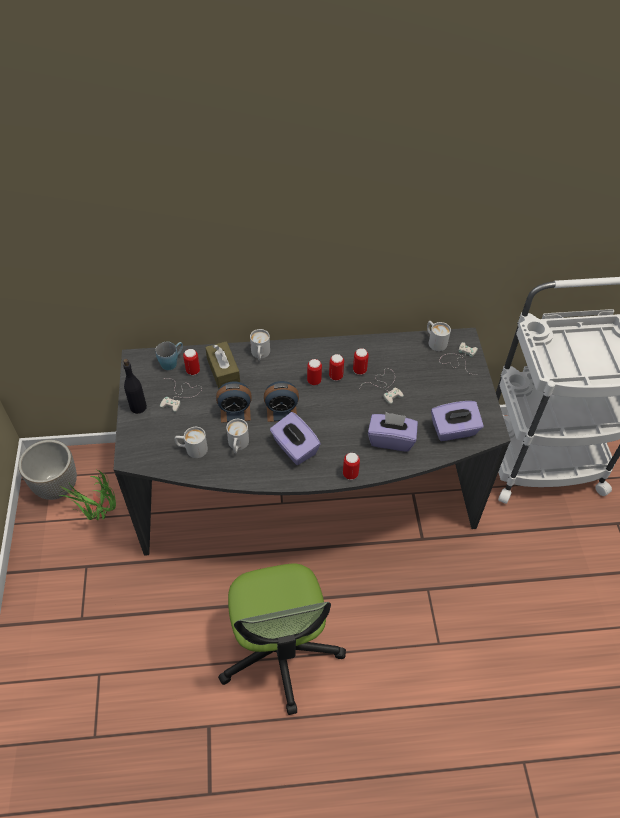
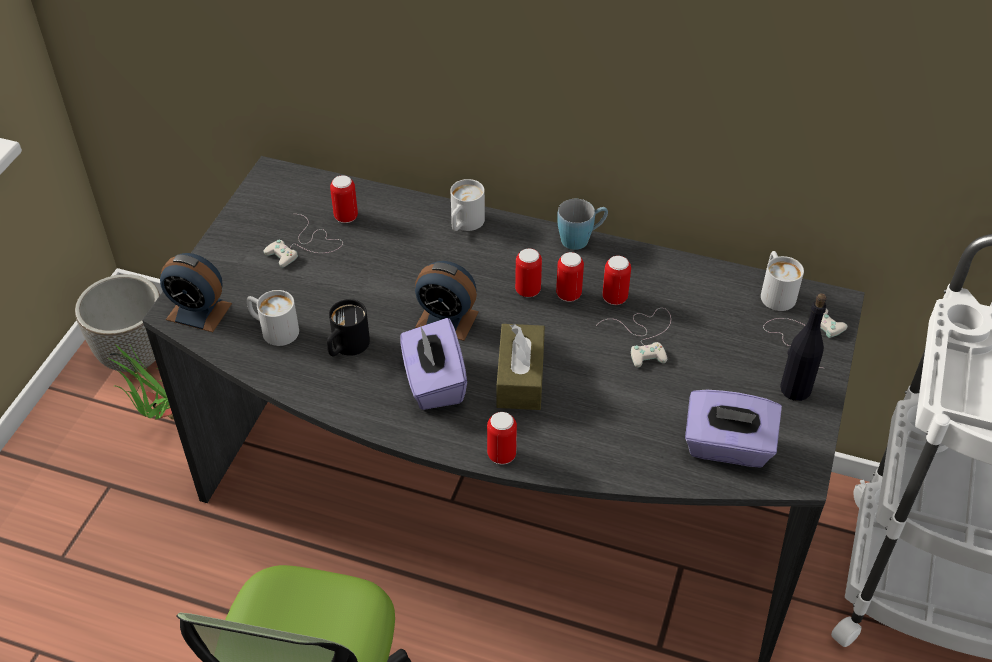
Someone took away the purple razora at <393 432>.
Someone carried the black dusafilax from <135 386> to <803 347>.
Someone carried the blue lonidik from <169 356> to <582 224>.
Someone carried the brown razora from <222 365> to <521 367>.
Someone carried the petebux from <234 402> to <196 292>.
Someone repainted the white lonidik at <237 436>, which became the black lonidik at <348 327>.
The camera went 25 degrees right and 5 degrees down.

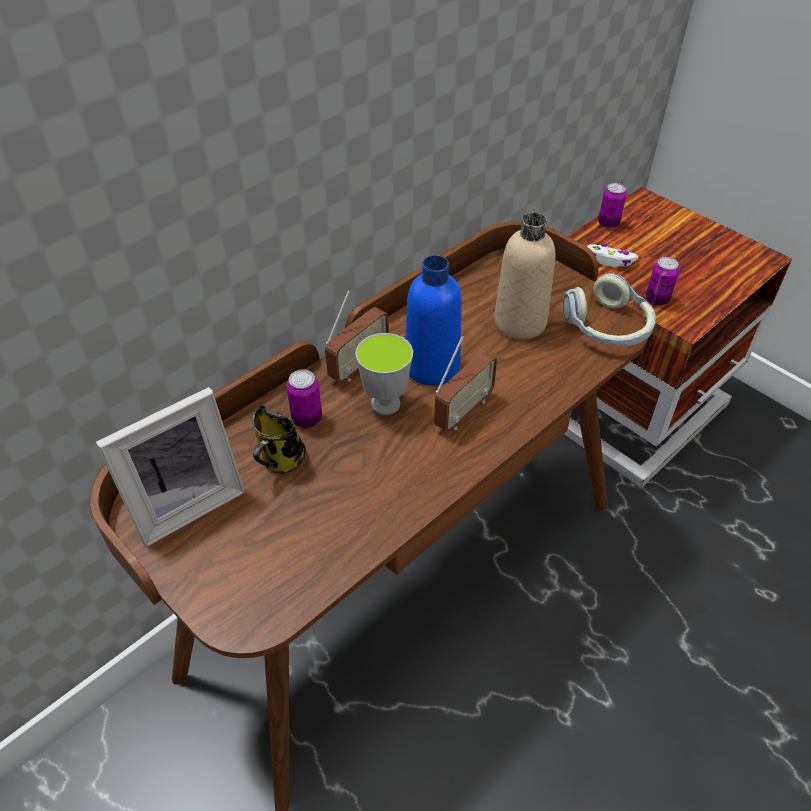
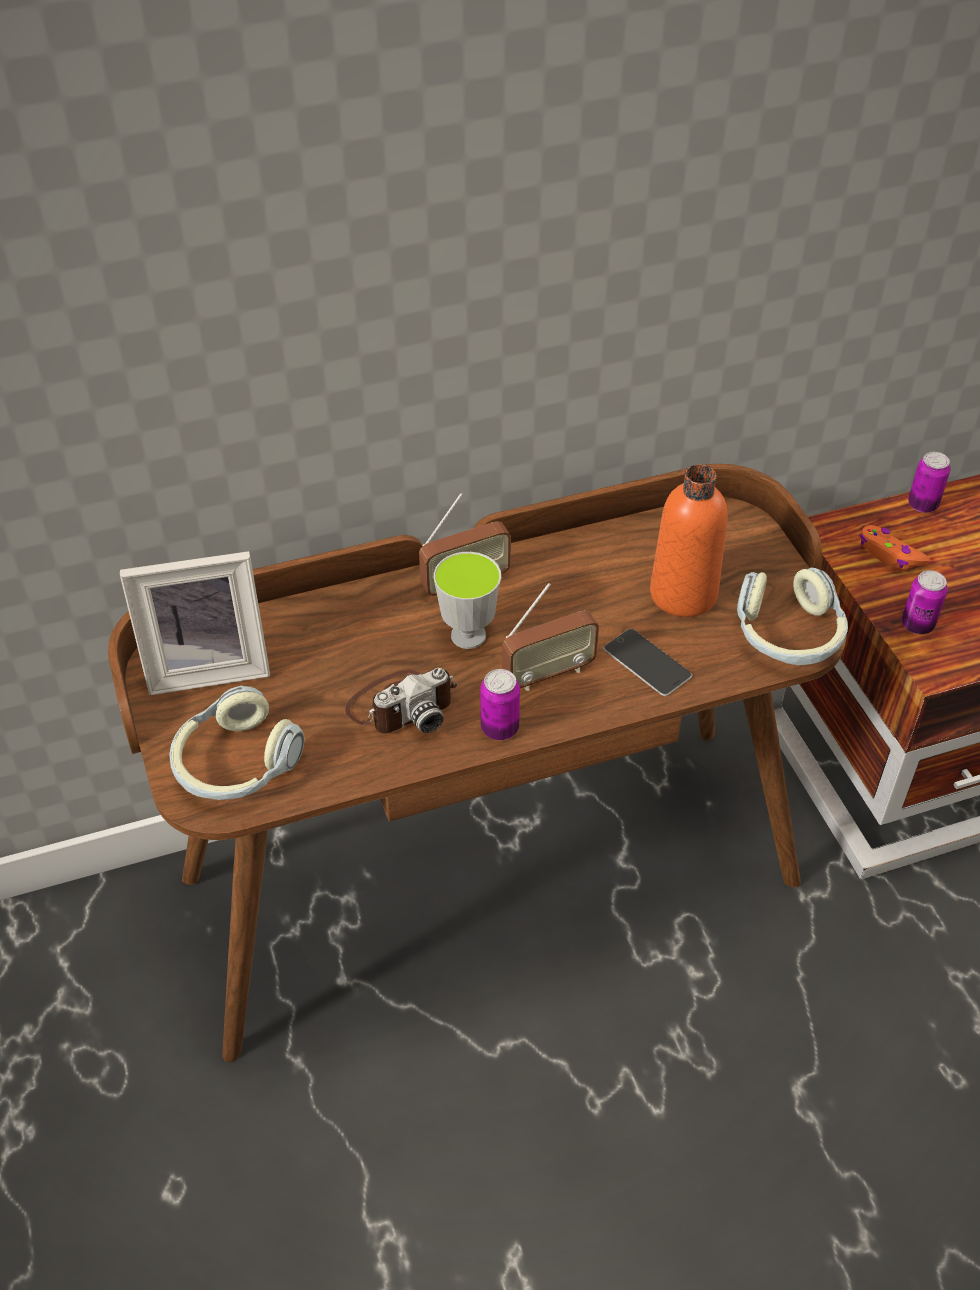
Someone took away the lonidik at <279 440>.
Someone took away the blue dusafilax at <433 320>.
Someone put down the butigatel at <237 743>.
Someone put down the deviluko at <401 701>.
Someone put down the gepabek at <647 662>.
Someone carried the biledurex from <304 399> to <500 704>.
Someone repainted the beige dusafilax at <524 275>, which became the orange dusafilax at <689 540>.
Someone repainted the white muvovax at <612 255>, which became the orange muvovax at <895 547>.
The camera went 25 degrees right and 0 degrees up.

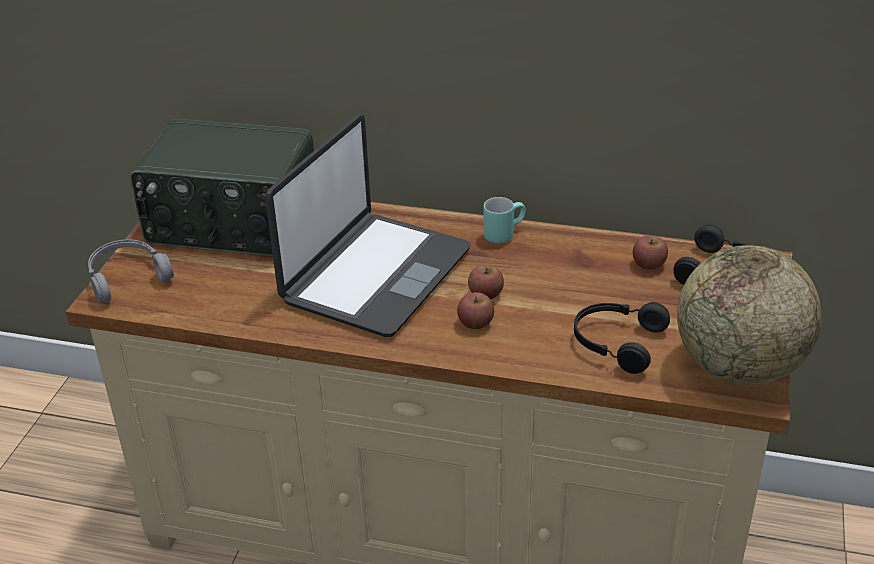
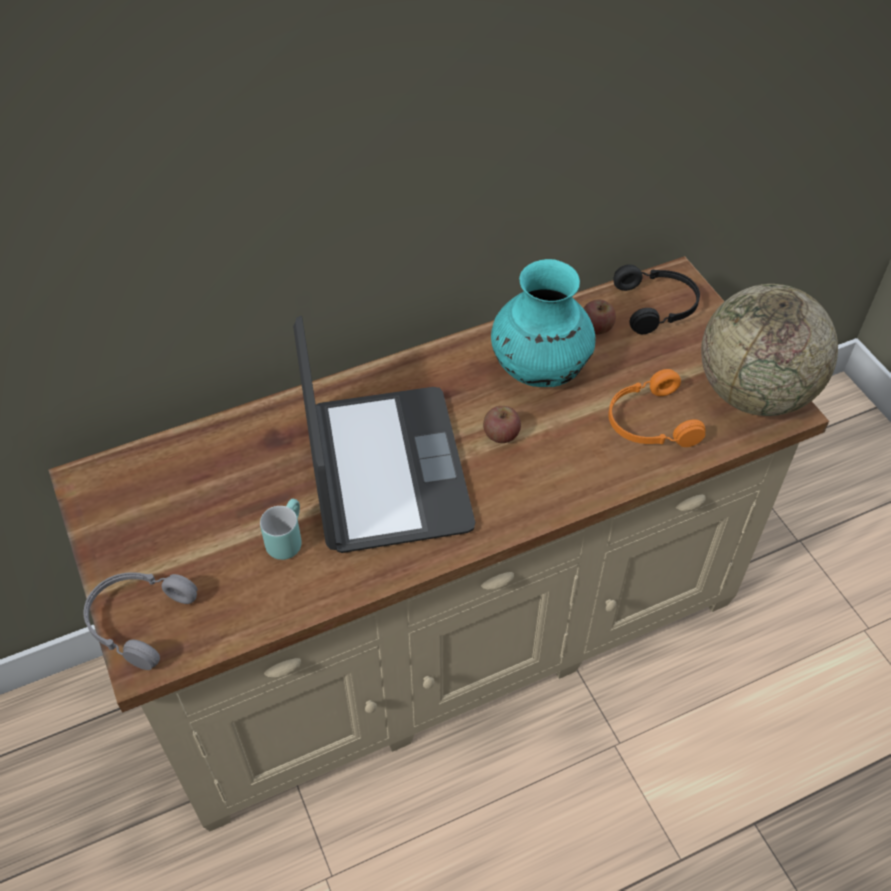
Someone took away the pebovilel at <222 187>.
Someone took away the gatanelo at <475 310>.
Someone put down the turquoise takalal at <543 323>.
Someone carried the turquoise lonidik from <504 220> to <281 529>.
Someone repainted the black butigatel at <622 338>, which became the orange butigatel at <657 408>.
The camera went 40 degrees left and 15 degrees up.

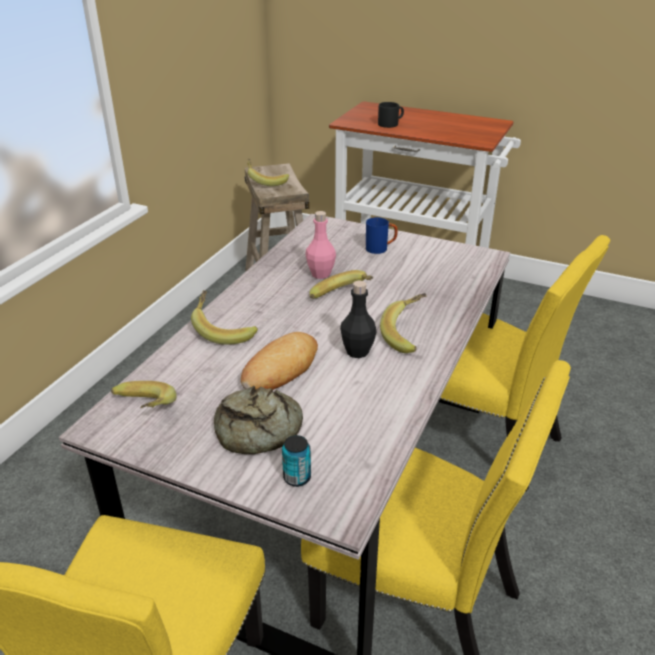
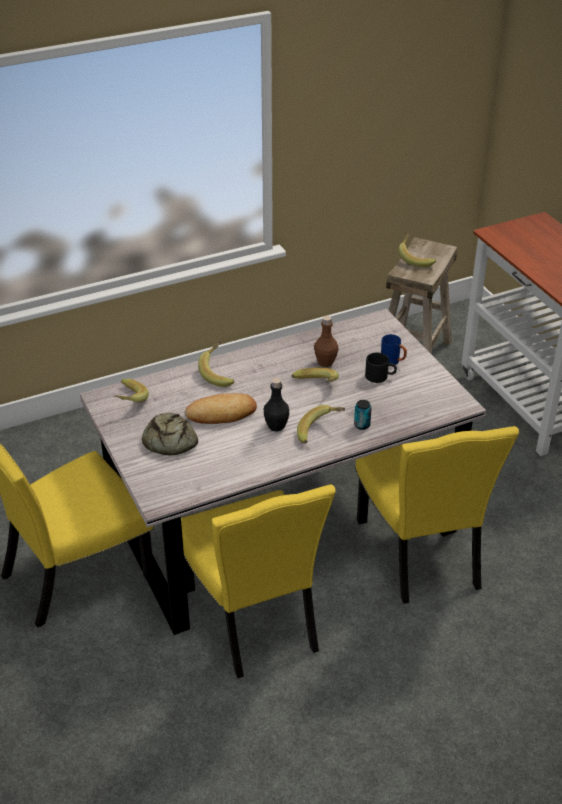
Someone carried the biledurex from <296 461> to <363 415>.
Someone carried the black lonidik from <391 115> to <381 367>.
Someone repainted the pink dusafilax at <320 245>, which became the brown dusafilax at <326 341>.
The camera went 40 degrees right and 5 degrees up.

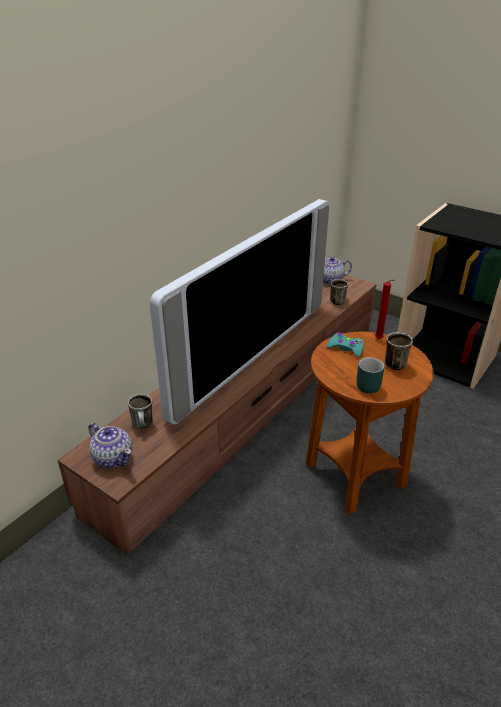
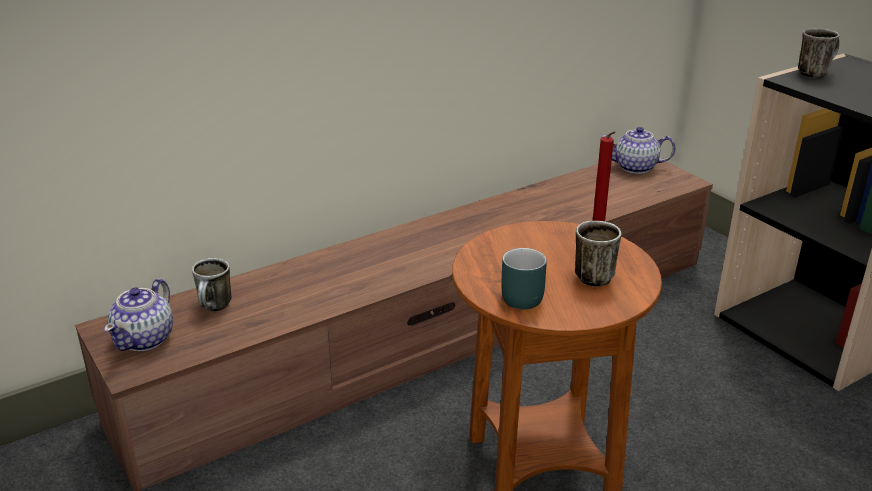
Someone took away the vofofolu at <239 312>.
Someone took away the turquoise muvovax at <345 344>.
Someone carried the lonidik from <339 292> to <819 53>.
Someone rotated the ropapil at <110 445> by 45 degrees clockwise.
The camera went 20 degrees right and 5 degrees down.

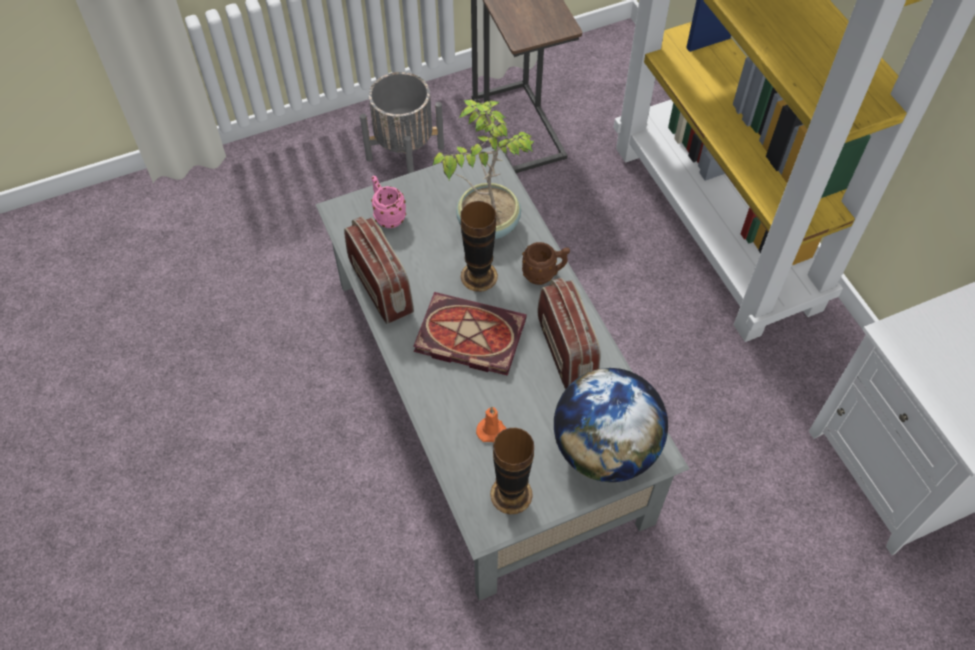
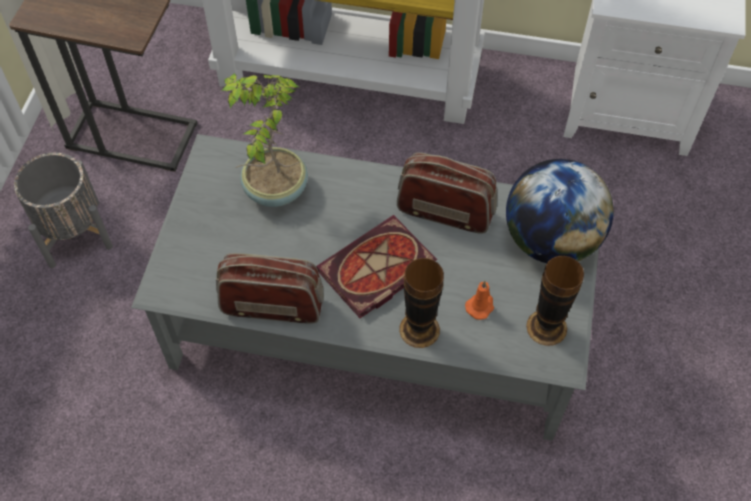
Someone took away the pink lonidik at <388 202>.
Someone took away the brown lonidik at <546 263>.
Someone carried the takalal from <479 246> to <421 303>.
The camera went 55 degrees left and 0 degrees up.

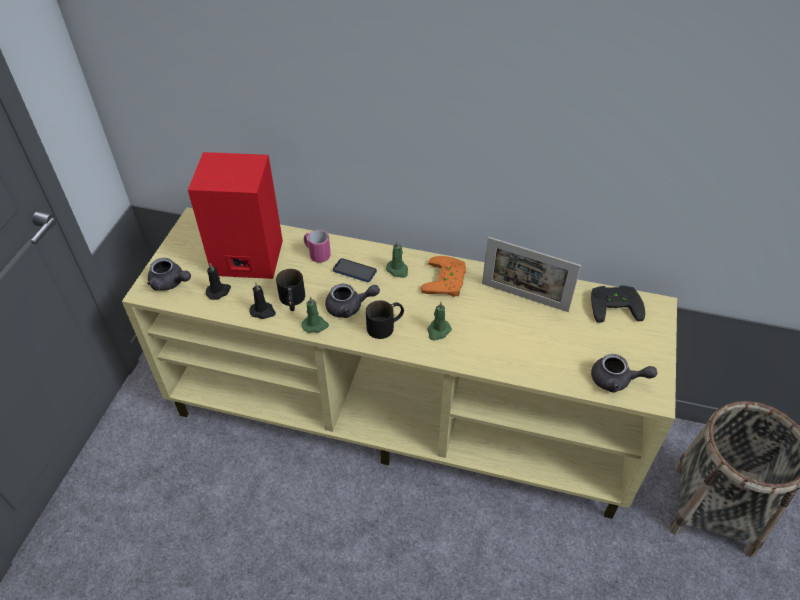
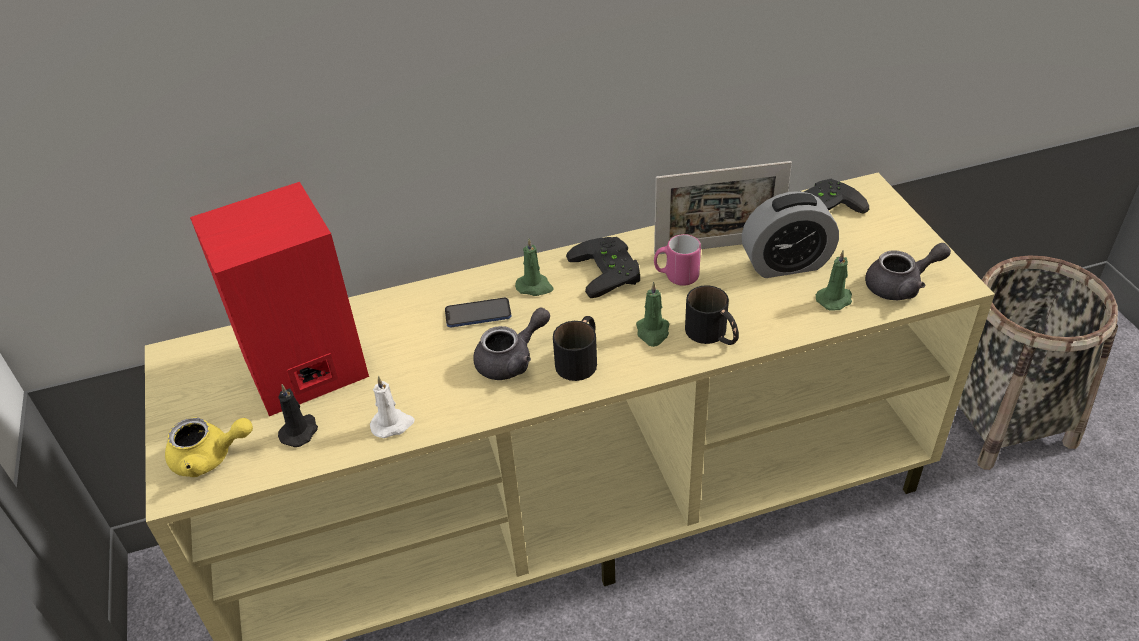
Someone put down the petebux at <790 234>.
Someone carried the black lonidik from <290 290> to <712 315>.
Someone carried the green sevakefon from <315 314> to <834 280>.
Someone carried the pink lonidik from <317 246> to <677 260>.
Someone repainted the grey ropapil at <169 274>, which became the yellow ropapil at <209 447>.
Someone repainted the black sevakefon at <262 301>, which became the white sevakefon at <392 407>.
Someone repainted the orange muvovax at <443 276>, which became the black muvovax at <603 267>.
The camera went 30 degrees left and 5 degrees down.

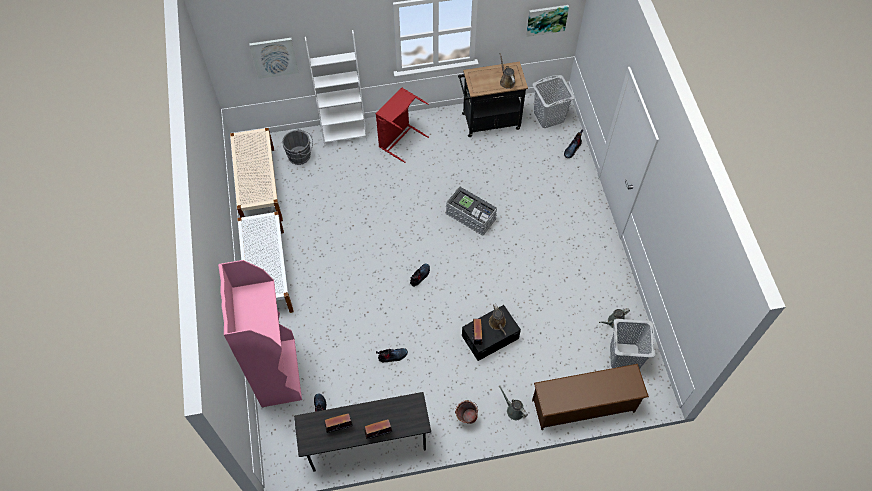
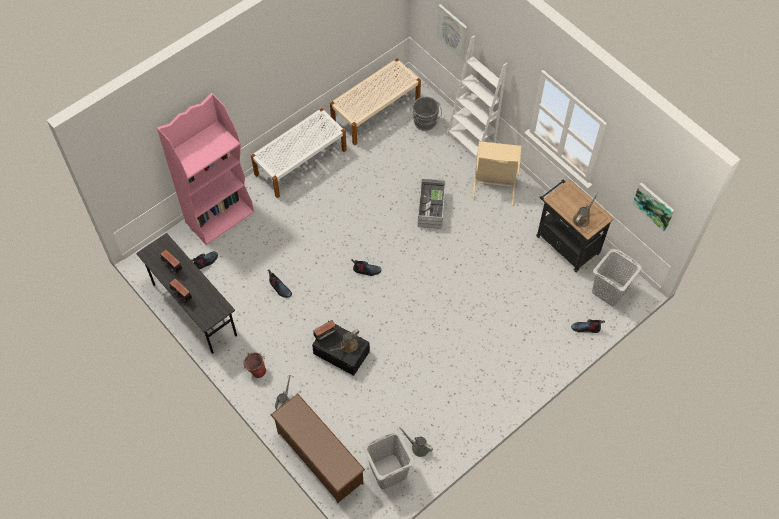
Someone carried the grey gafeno from <471 211> to <431 204>.
Someone repainted the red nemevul at <402 125>, which became the beige nemevul at <497 173>.
The camera went 60 degrees right and 0 degrees up.

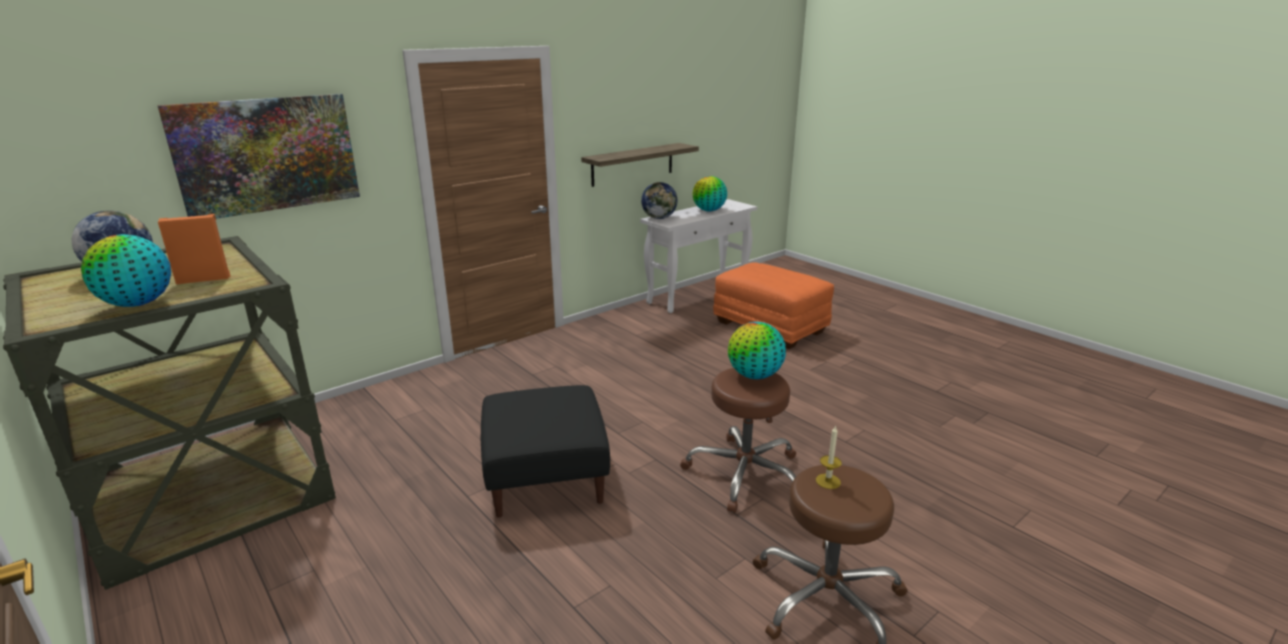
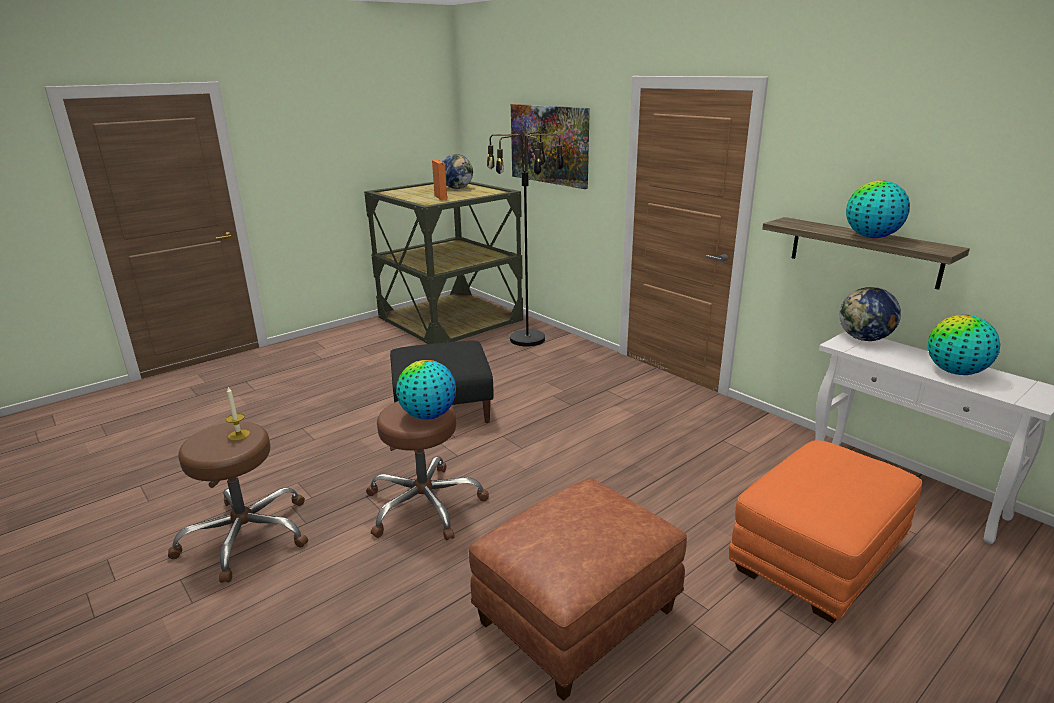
Someone put down the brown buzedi at <578 589>.
Someone put down the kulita at <525 238>.
Someone carried the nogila from <126 270> to <878 209>.
The camera went 90 degrees right and 0 degrees up.

